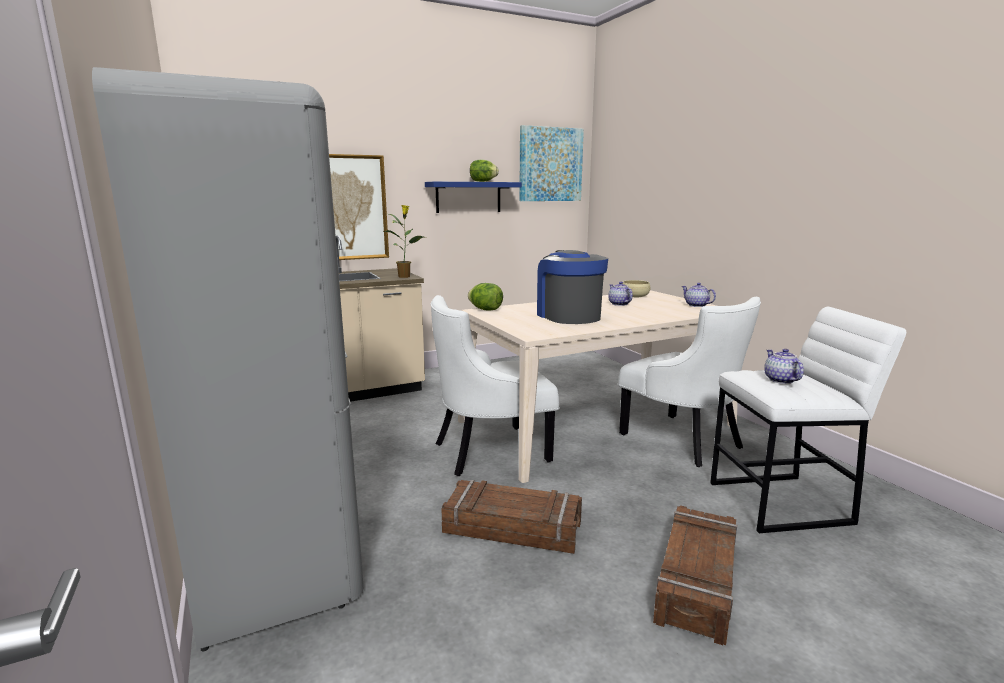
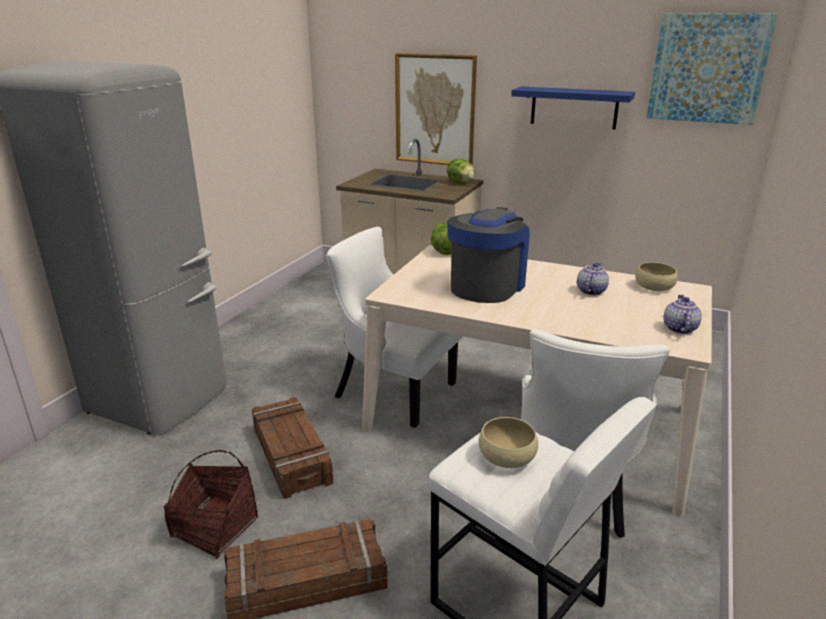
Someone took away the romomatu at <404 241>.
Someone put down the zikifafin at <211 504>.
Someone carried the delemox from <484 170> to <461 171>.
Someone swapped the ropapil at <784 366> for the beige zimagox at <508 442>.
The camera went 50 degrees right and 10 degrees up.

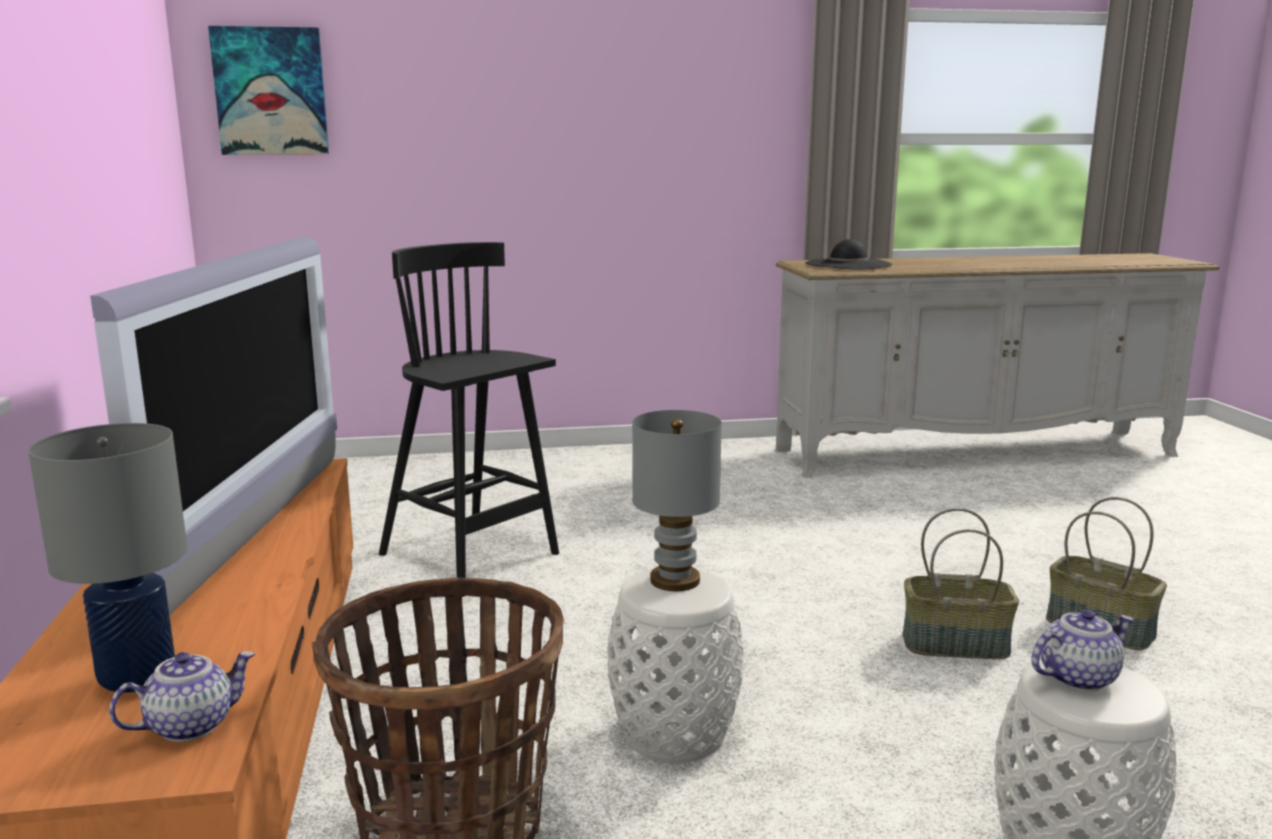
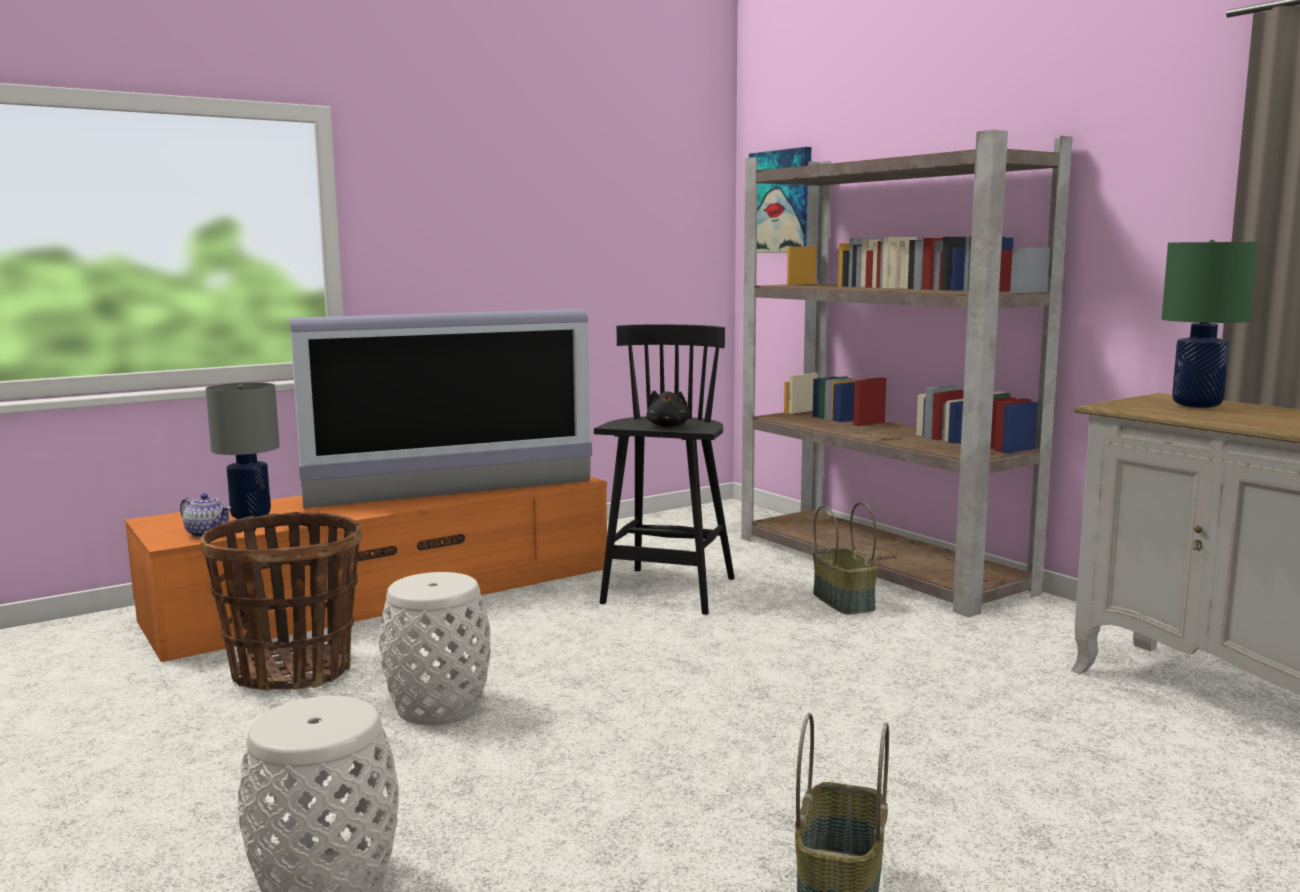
Someone took away the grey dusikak at <677 500>.
Someone took away the ropapil at <1082 650>.
Someone put down the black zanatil at <668 408>.
Someone put down the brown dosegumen at <906 373>.
Someone carried the zikifafin from <961 583> to <846 558>.
Someone swapped the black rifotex at <849 254> for the green dusikak at <1210 324>.
The camera went 65 degrees right and 5 degrees down.

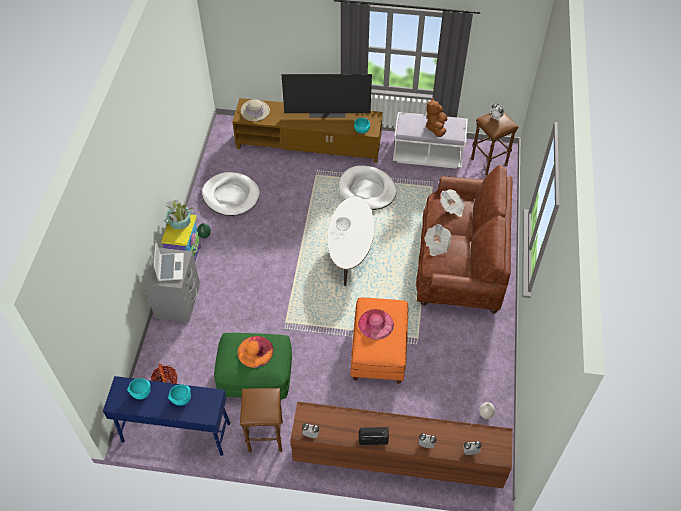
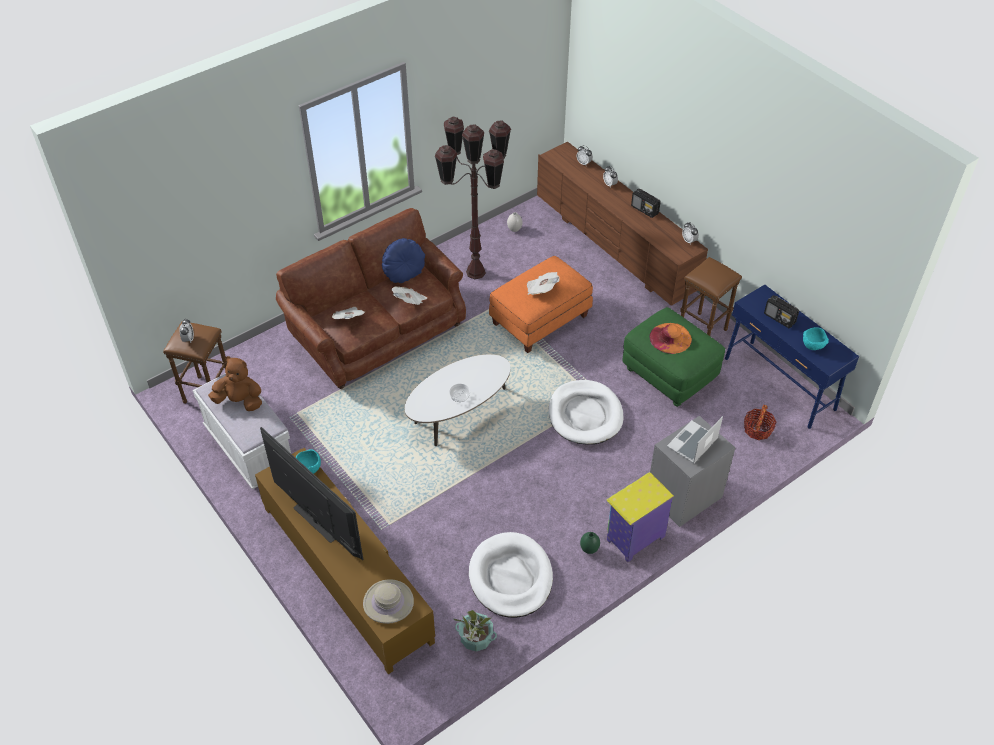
Someone put down the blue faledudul at <403 260>.
Someone put down the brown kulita at <473 198>.
Someone carried the romomatu from <179 214> to <475 630>.
Someone carried the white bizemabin from <368 187> to <586 412>.
Someone swapped the turquoise zimagox at <179 395> for the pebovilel at <781 311>.
Someone swapped the pink rifotex at <376 324> for the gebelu at <543 283>.
Someone rotated the brown zanatil at <436 117> by 135 degrees counterclockwise.
The camera went 135 degrees left and 5 degrees down.

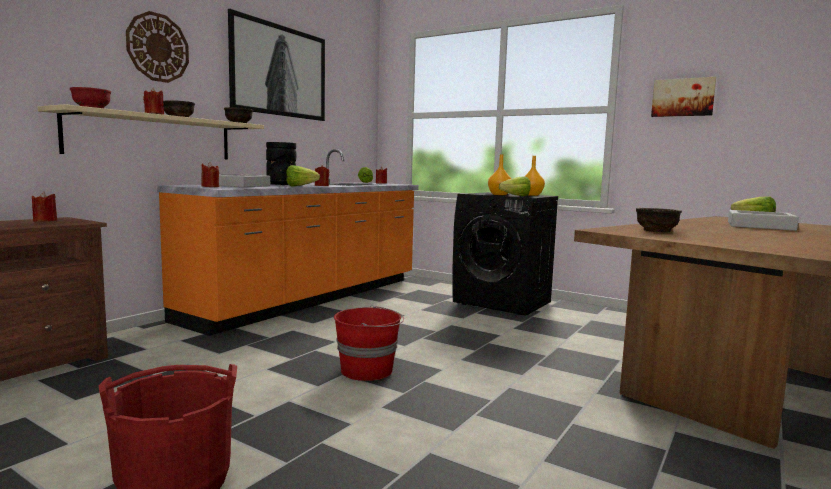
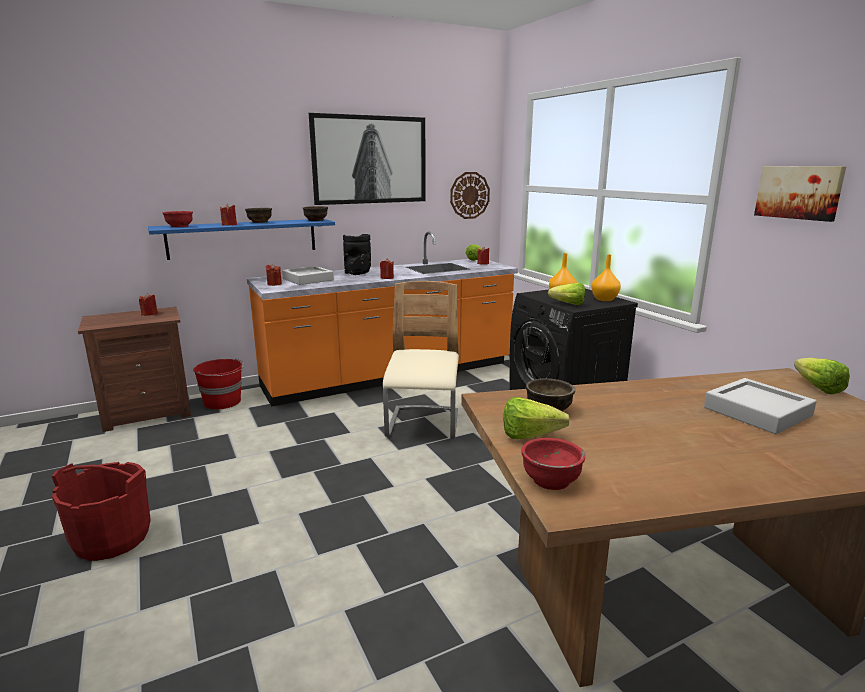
Someone put down the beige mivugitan at <421 360>.
Someone put down the red zimagox at <553 464>.
Someone carried the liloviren from <157 47> to <470 195>.
Someone carried the delemox from <303 175> to <537 418>.
Someone carried the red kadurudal from <369 343> to <218 384>.
Someone repainted the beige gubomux at <151 131>, which became the blue gubomux at <241 239>.
The camera went 30 degrees right and 10 degrees up.

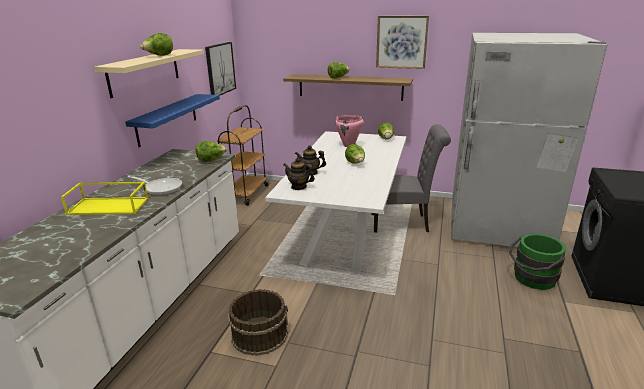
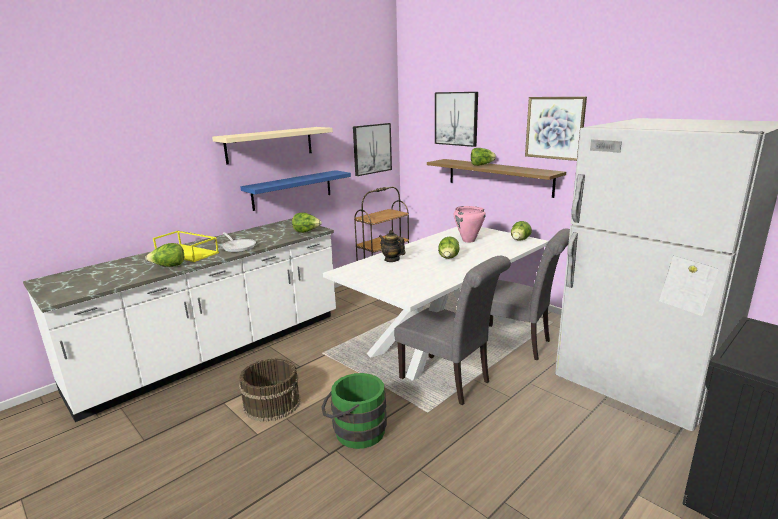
Someone took away the ropapil at <299 174>.
Someone put down the grey mivugitan at <452 330>.
Someone put up the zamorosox at <456 119>.
Someone carried the delemox from <156 44> to <164 255>.
Someone carried the green kadurudal from <537 262> to <354 411>.
The camera went 30 degrees right and 5 degrees down.

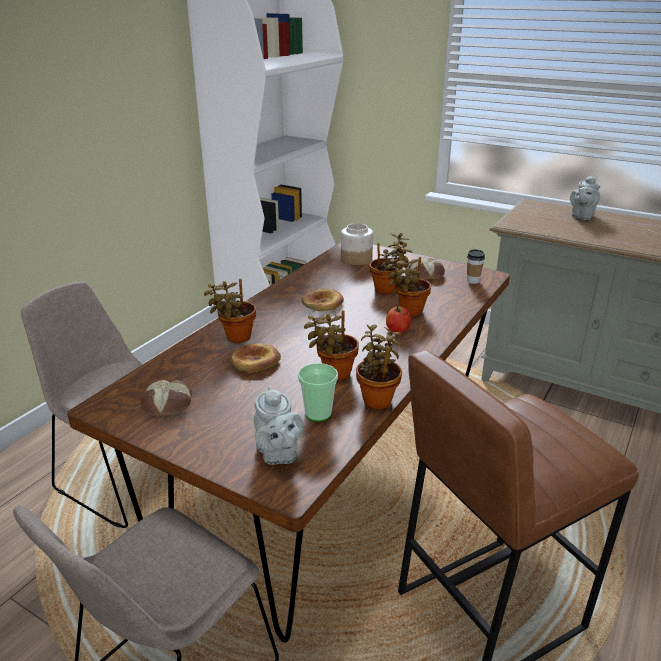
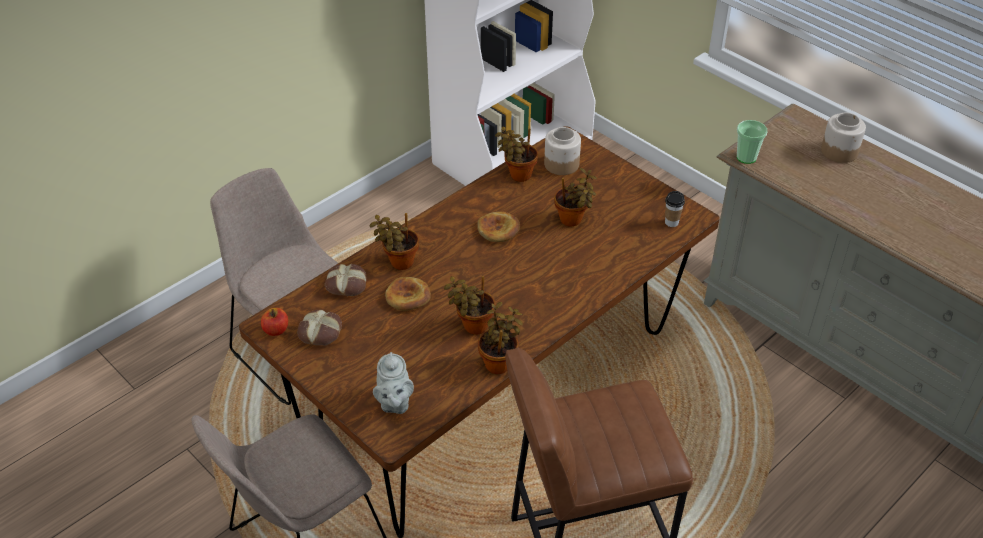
Someone carried the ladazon from <318 392> to <752 142>.
Someone carried the romomatu from <408 286> to <516 154>.
Someone carried the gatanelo from <398 319> to <274 322>.
Someone carried the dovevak from <426 268> to <345 280>.
Someone swapped the grey ropapil at <585 197> for the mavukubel at <843 138>.
The camera went 15 degrees right and 15 degrees up.

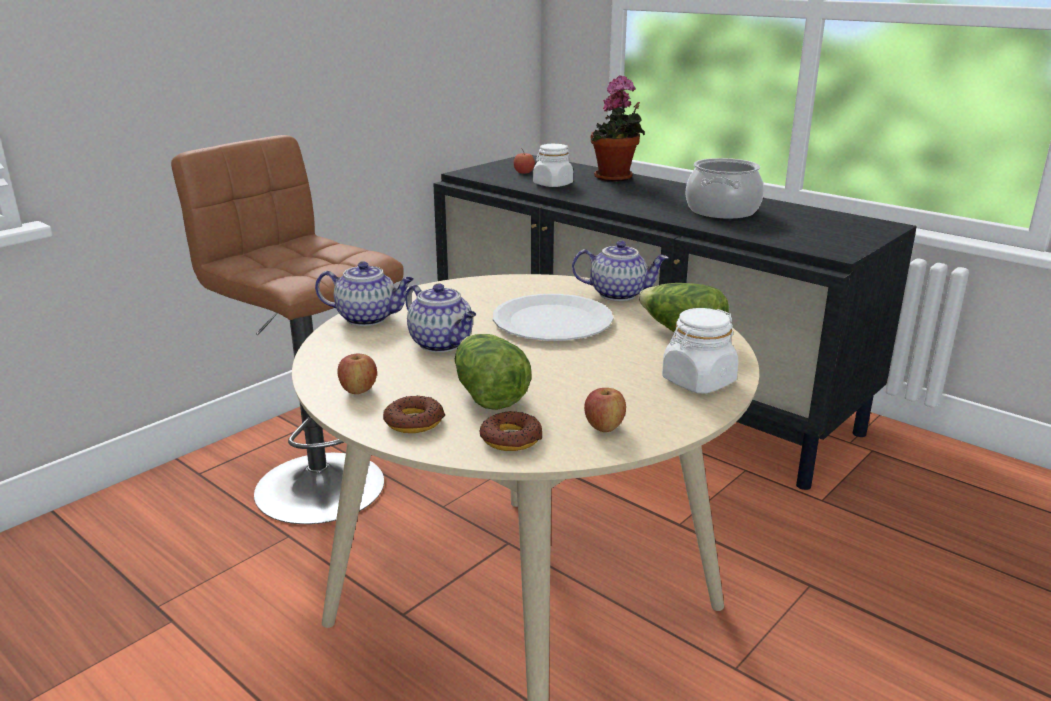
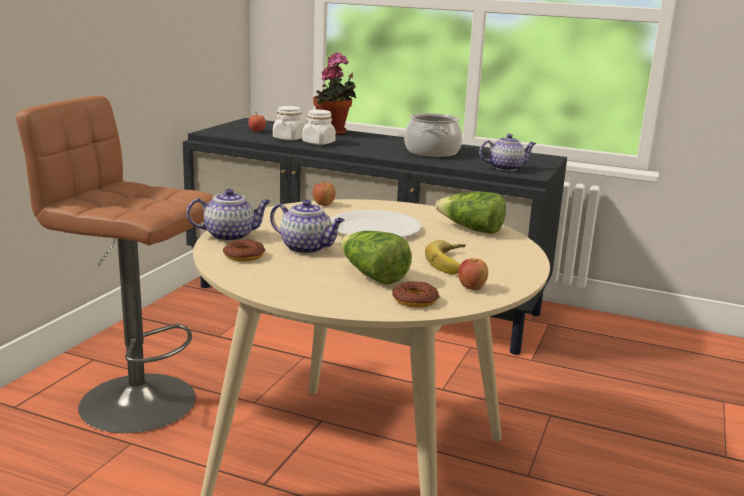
Someone put down the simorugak at <445 257>.
Someone carried the gatanelo from <357 374> to <324 194>.
Someone carried the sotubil from <414 414> to <244 250>.
Someone carried the ropapil from <620 271> to <508 152>.
Someone carried the white mavukubel from <700 351> to <319 127>.
The camera went 20 degrees left and 5 degrees down.

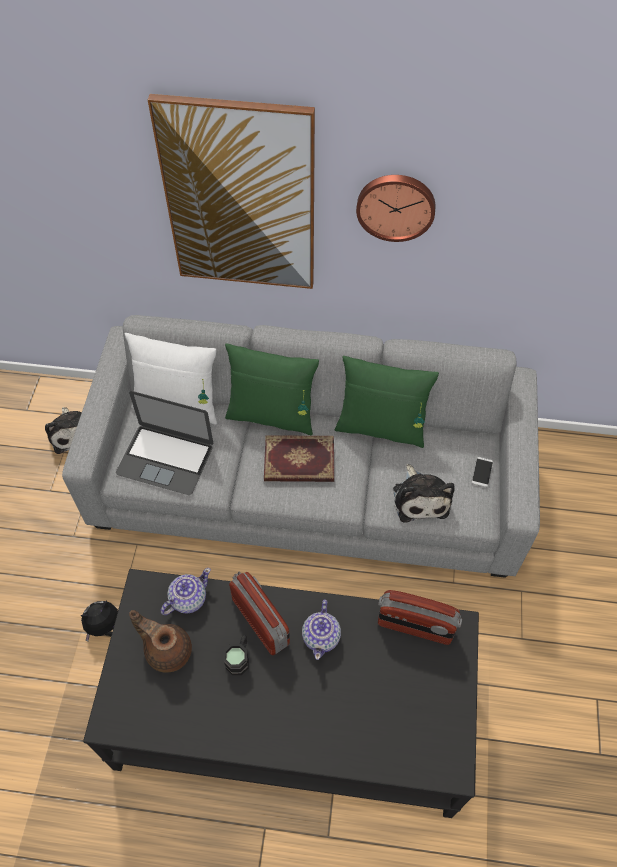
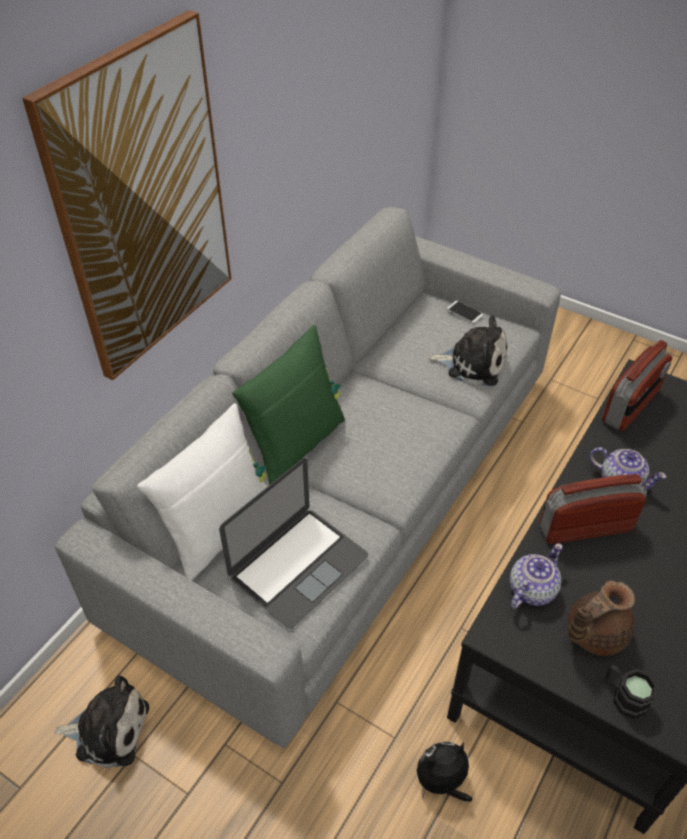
Someone took away the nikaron at <299 458>.
Someone took away the green faledudul at <387 402>.
Someone took away the liloviren at <395 208>.
Someone carried the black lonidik from <236 655> to <632 692>.
Someone rotated the zanatil at <99 621> by 75 degrees clockwise.
Someone rotated the ropapil at <186 591> by 60 degrees clockwise.
The camera went 65 degrees left and 10 degrees down.

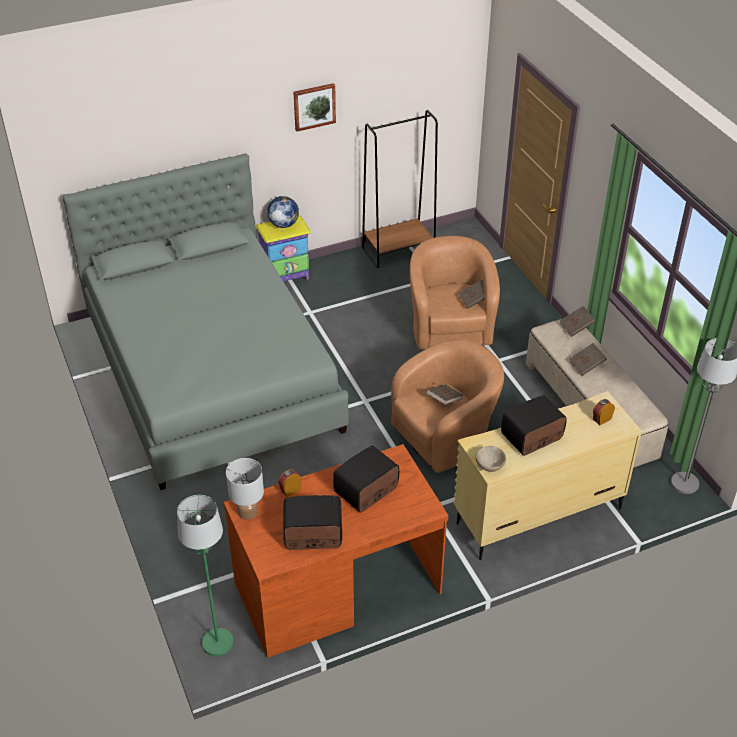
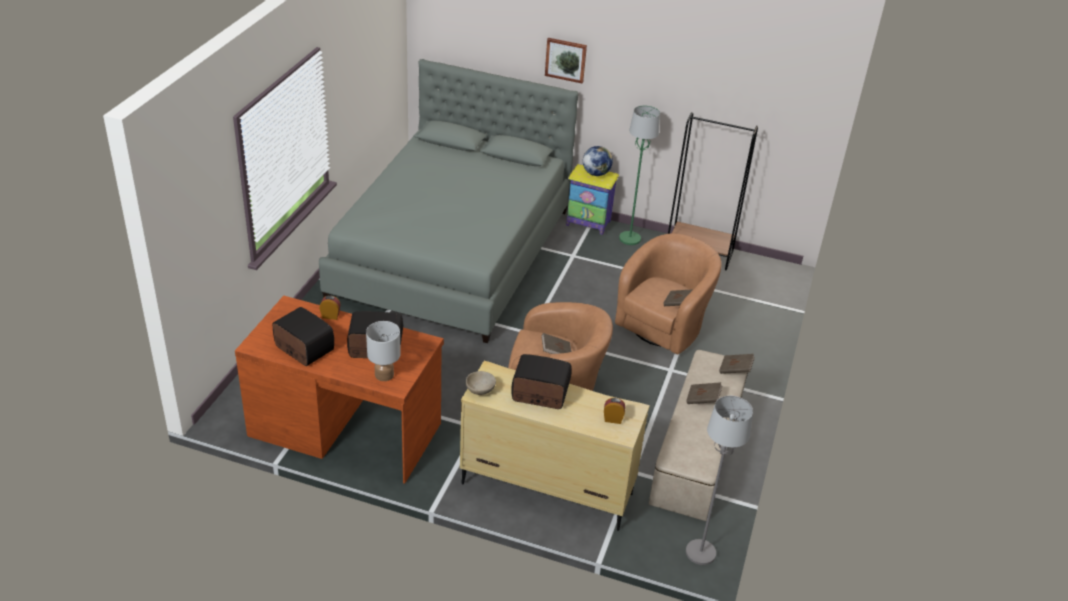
Someone carried the green kulita from <205 575> to <639 175>.
Someone carried the grey dusikak from <245 489> to <383 351>.
Someone carried the zamorosox from <315 107> to <566 60>.
The camera went 40 degrees right and 5 degrees down.

